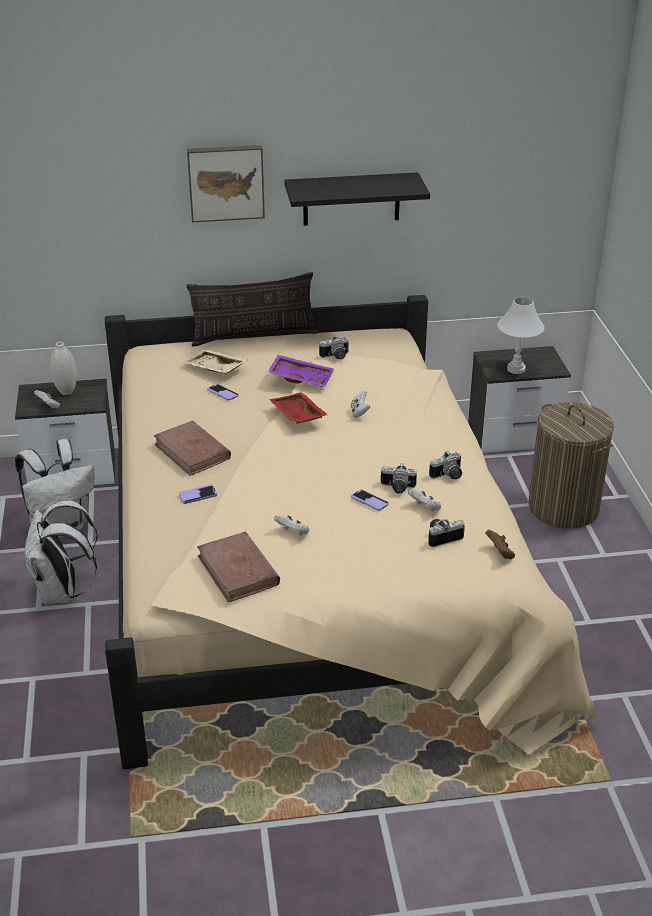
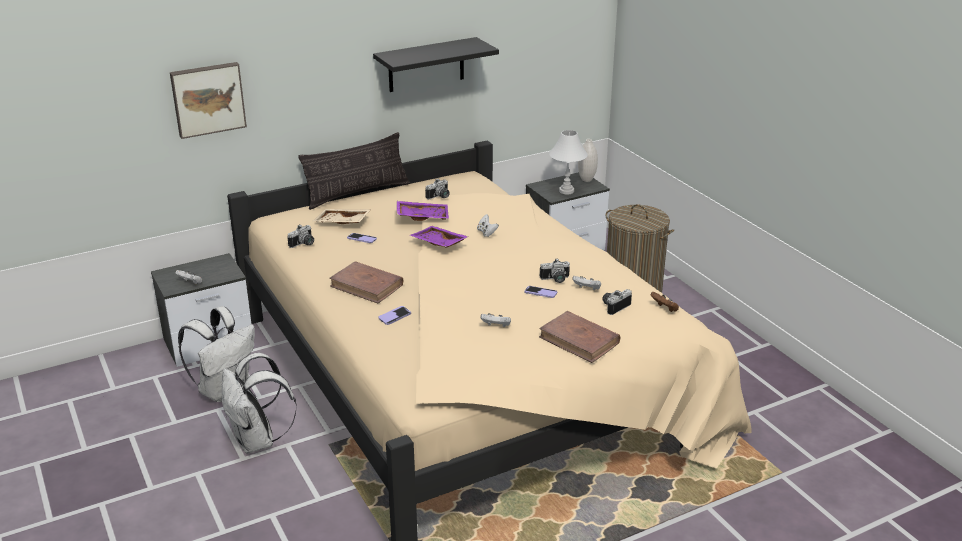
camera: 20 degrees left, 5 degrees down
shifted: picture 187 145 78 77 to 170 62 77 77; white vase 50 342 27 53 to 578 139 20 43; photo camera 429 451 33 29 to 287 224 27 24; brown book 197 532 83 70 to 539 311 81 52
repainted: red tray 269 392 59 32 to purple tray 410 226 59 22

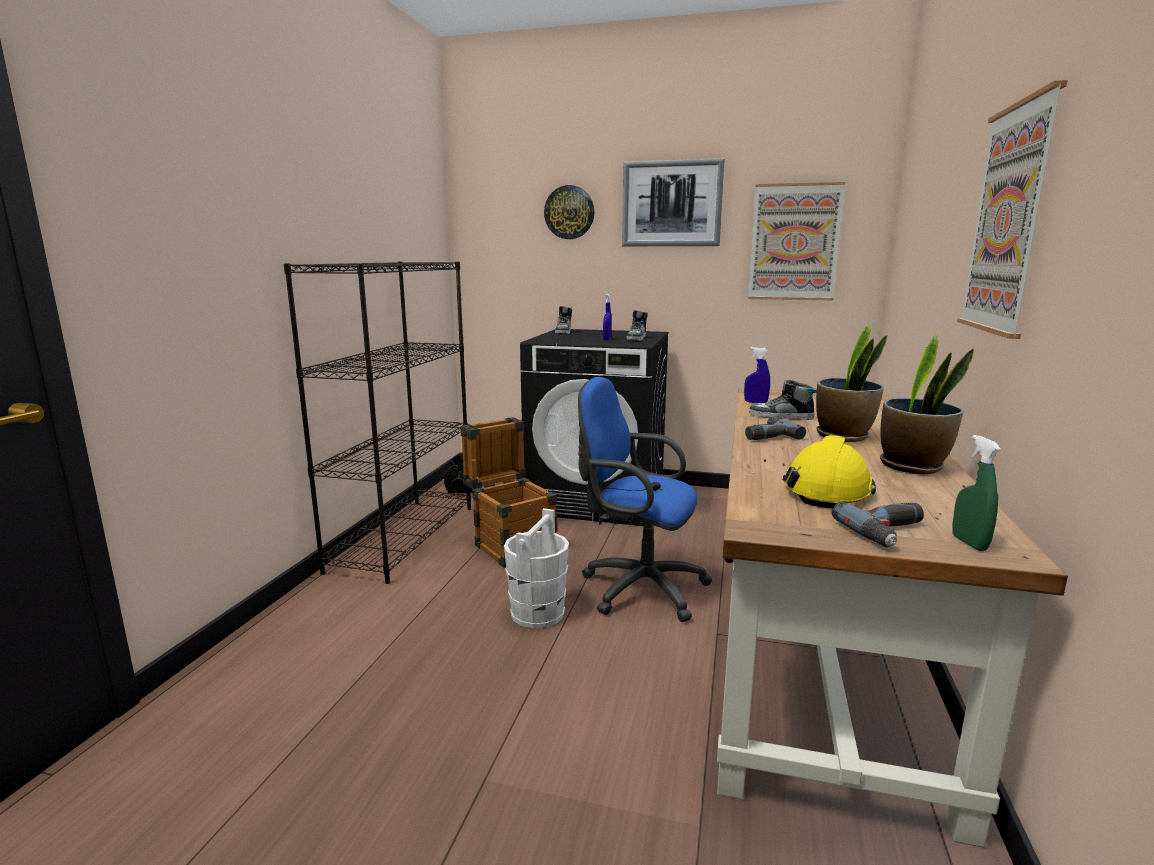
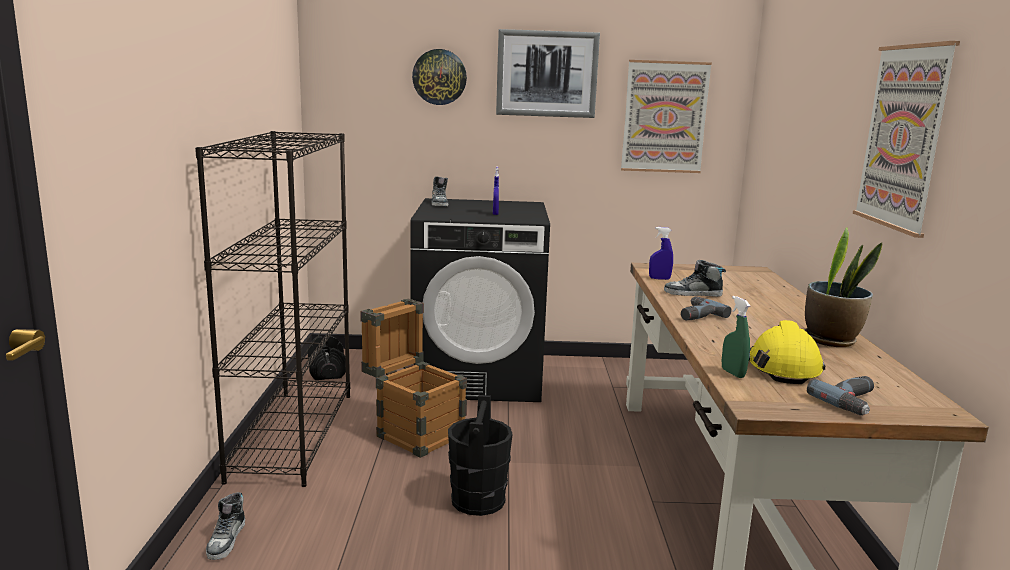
camera: 15 degrees left, 0 degrees up
gone: potted plant 816 323 71 119; blue office chair 578 377 134 245
shifted: shoe 627 310 21 31 to 206 492 39 68; green spray bottle 952 435 49 116 to 722 296 28 82
repainted: white bucket 504 508 65 120 to black bucket 448 395 65 121

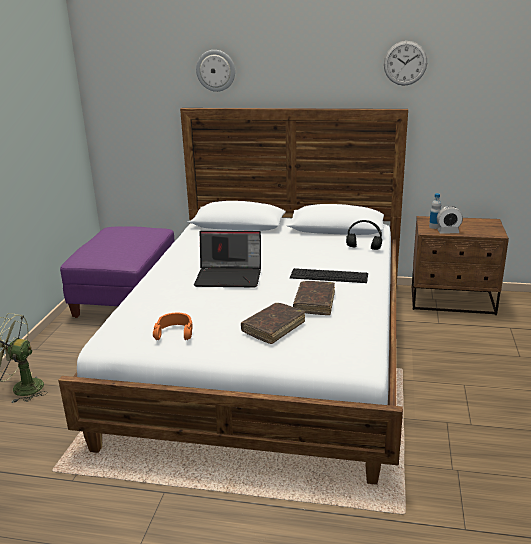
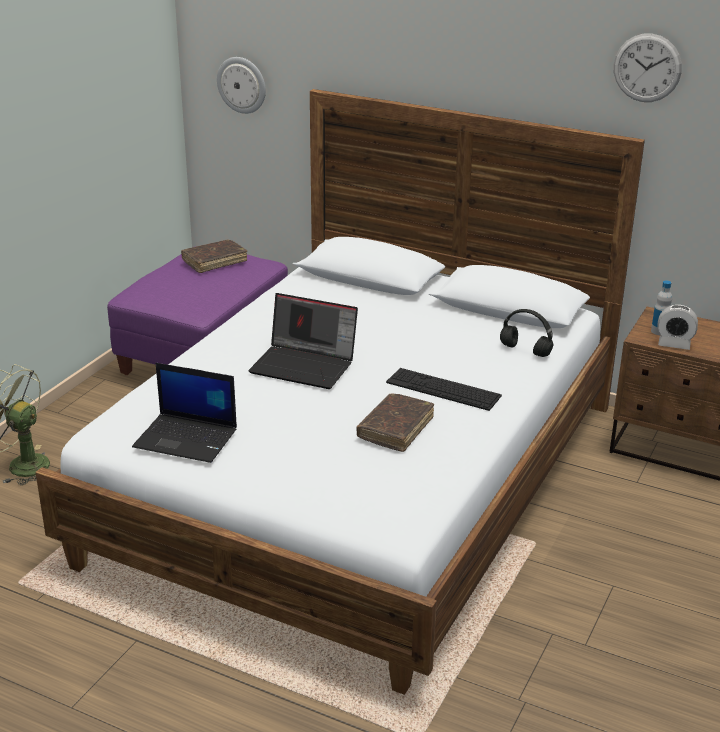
camera: 15 degrees right, 5 degrees up
shifted: wall clock 196 50 39 42 to 217 57 49 57; brown book 241 303 64 41 to 181 240 66 33
swapped: orange headphones 153 313 39 27 to laptop 132 363 105 100

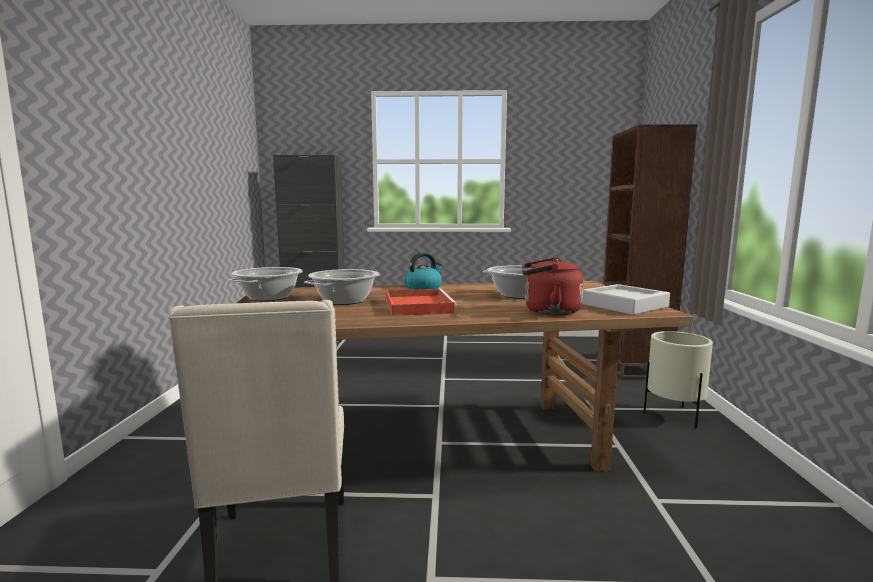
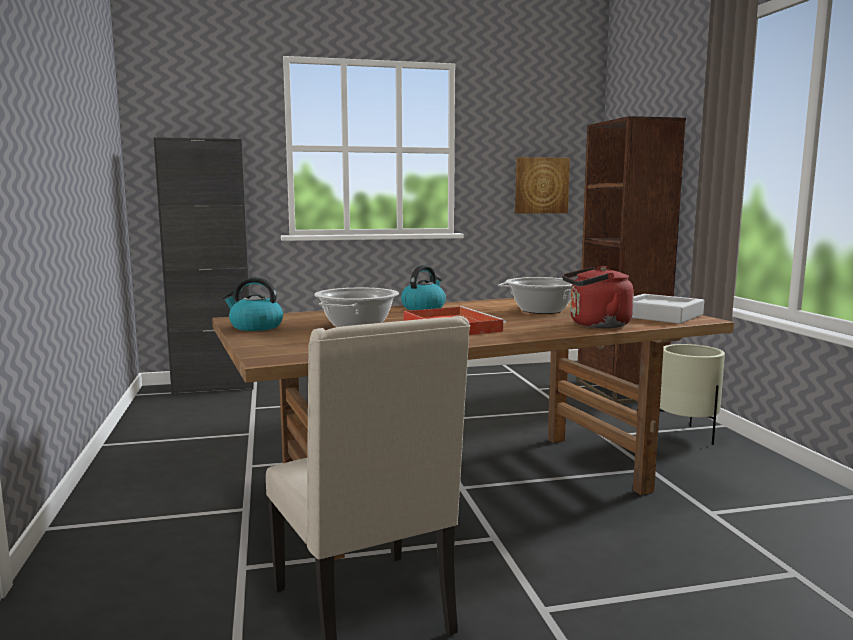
camera: 15 degrees left, 0 degrees up
new: picture 515 157 55 57
swapped: cooking pot 229 267 74 34 to kettle 223 277 60 54

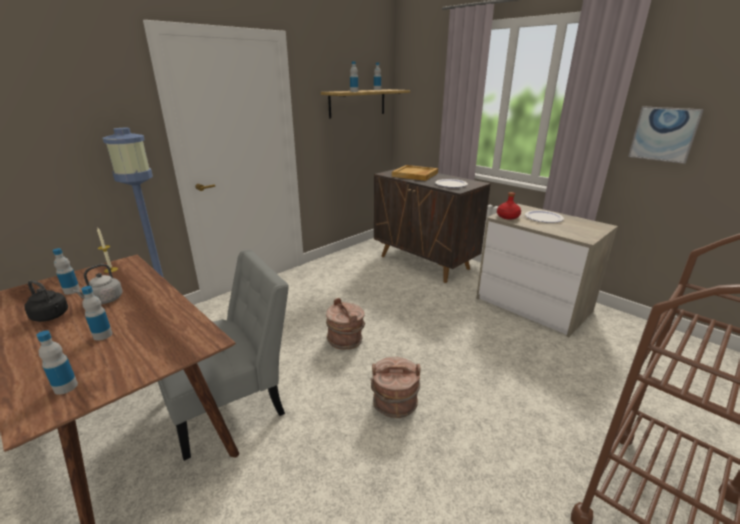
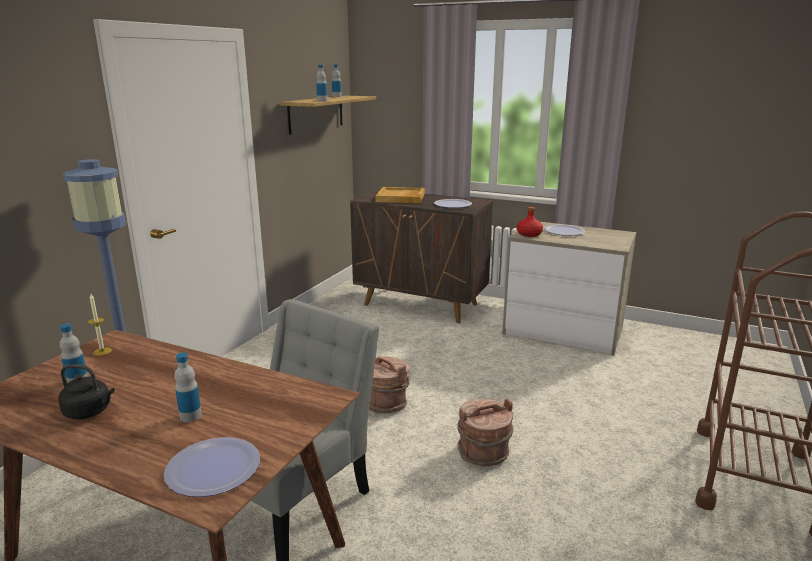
camera: 20 degrees left, 5 degrees down
gone: picture 628 106 76 58; grey kettle 72 264 51 40
swapped: bottle 36 330 42 65 to plate 164 437 96 60

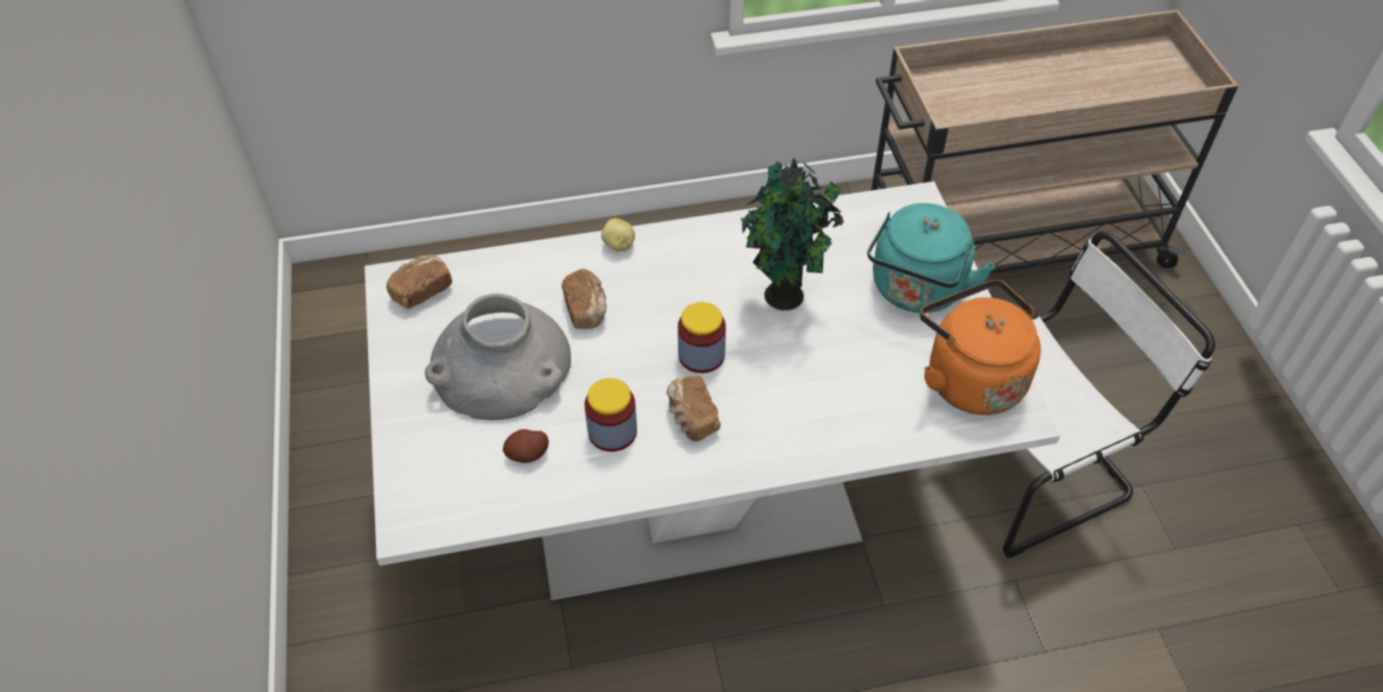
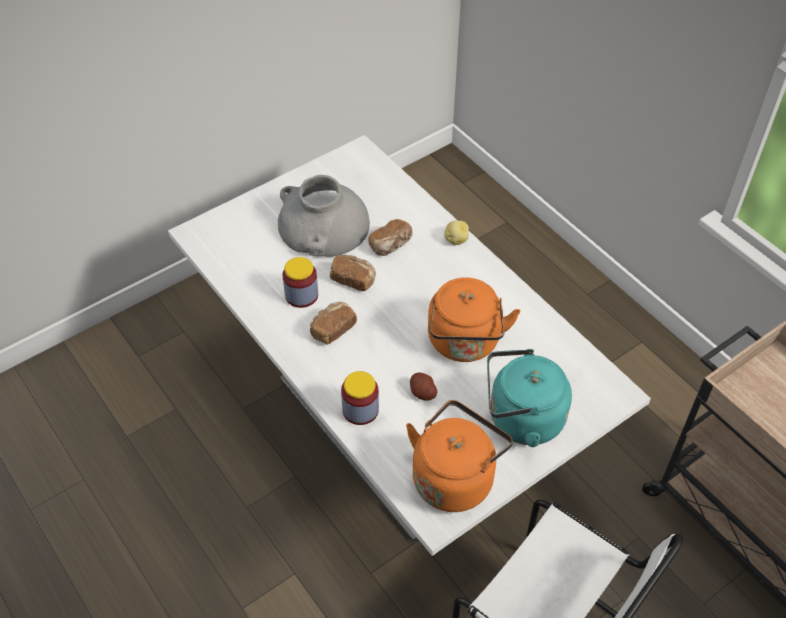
camera: 65 degrees right, 0 degrees up
shifted: bread 386 255 66 54 to 330 255 46 36; jar 678 302 48 71 to 341 371 38 54; potato 503 429 46 34 to 410 373 27 28
swapped: potted plant 741 158 103 152 to orange kettle 428 278 92 84

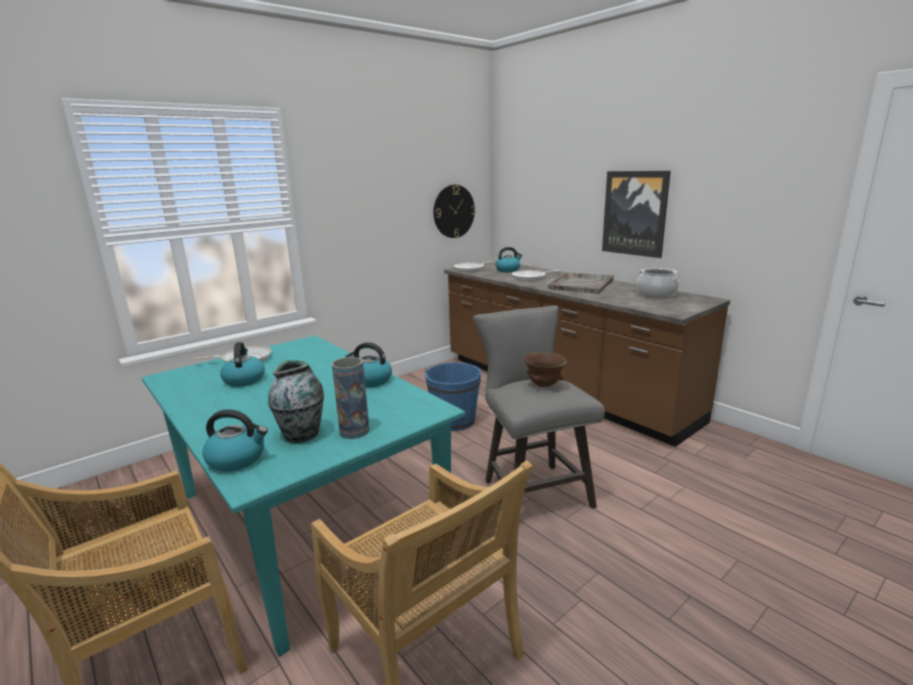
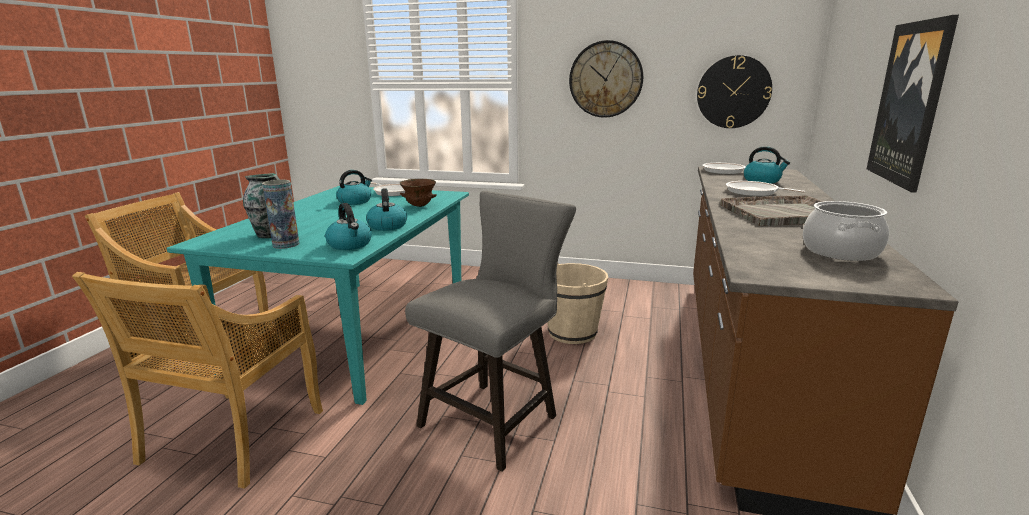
camera: 55 degrees right, 0 degrees up
new: wall clock 569 40 74 78
shifted: brown bowl 524 352 43 35 to 400 179 37 28; kettle 202 409 66 63 to 325 203 47 47
repainted: blue bucket 425 362 56 69 to beige bucket 547 263 61 81

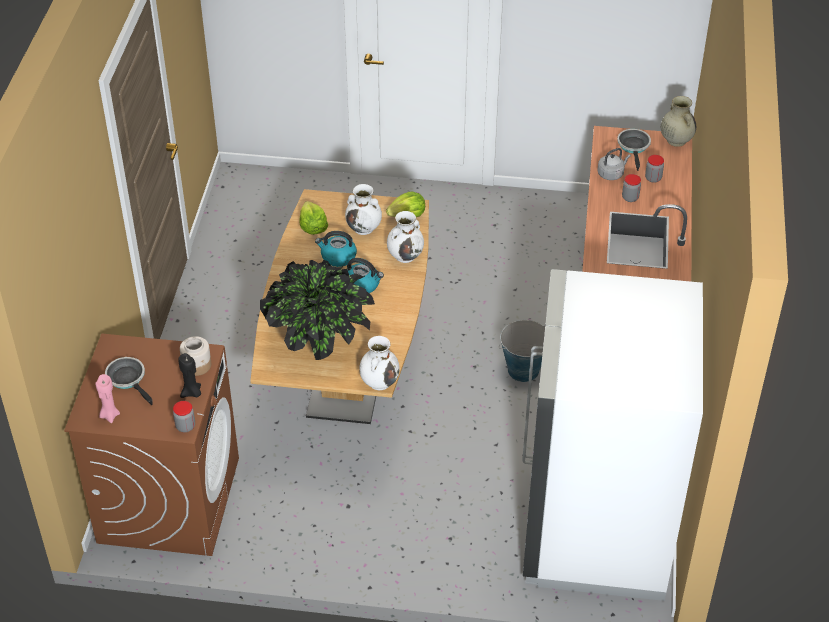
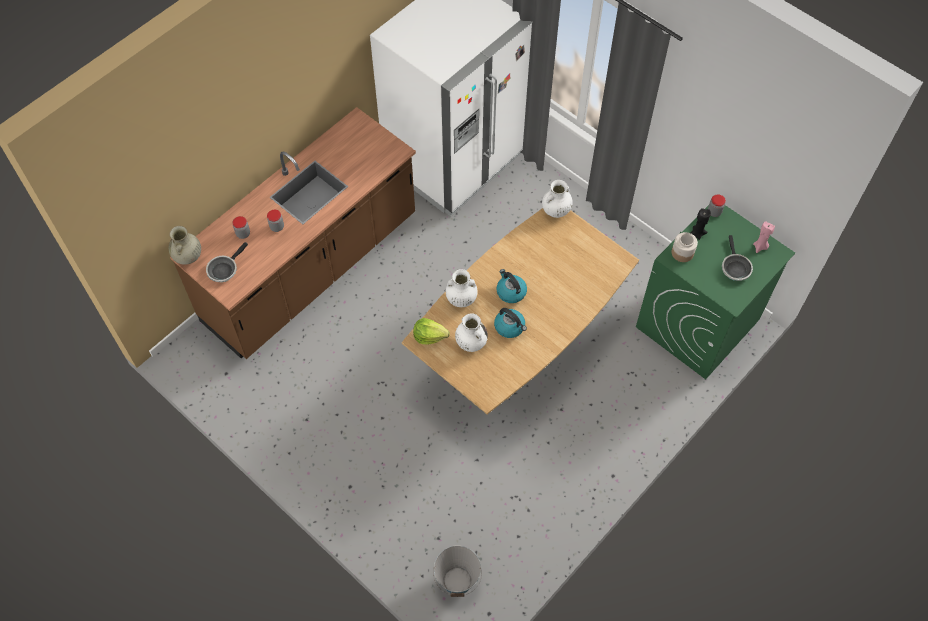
camera: 145 degrees left, 15 degrees up
gone: grey kettle 597 148 34 32; lettuce 299 201 29 34; potted plant 260 260 115 100
shifted: bucket 499 320 46 62 to 433 545 49 52
repainted: brown washing machine 64 333 175 223 to green washing machine 636 205 159 174

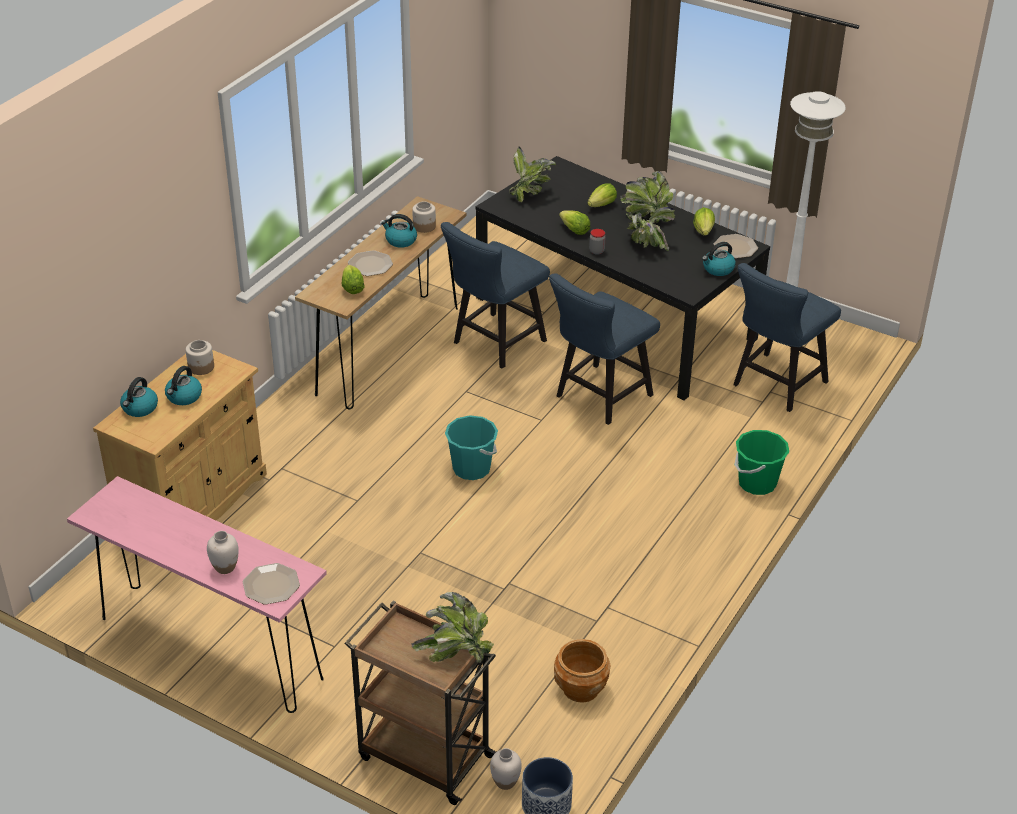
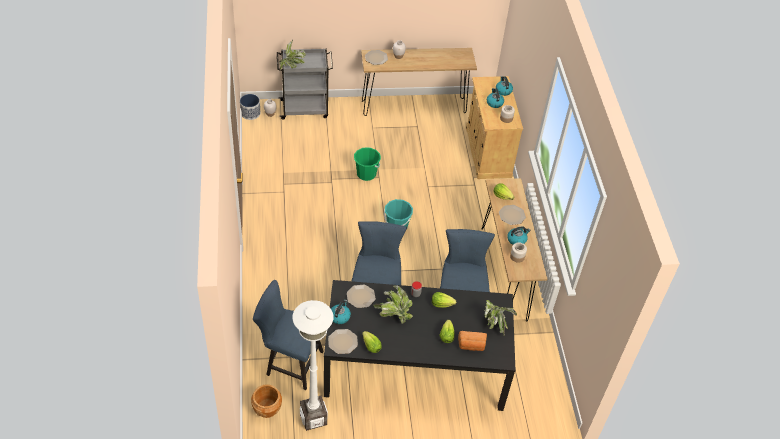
camera: 140 degrees right, 10 degrees up
gone: potted plant 620 171 54 52
new: plate 347 285 29 23; bread 458 331 29 20
shifted: green bucket 734 430 55 65 to 354 148 27 33; brown planter 554 639 56 63 to 251 384 31 34
repainted: pink console table 67 476 260 237 to brown console table 361 48 116 68; brown cart 344 601 152 204 to grey cart 277 49 56 71
rotated: blue chair 733 263 108 149 = 253 280 70 110 75 degrees counterclockwise

